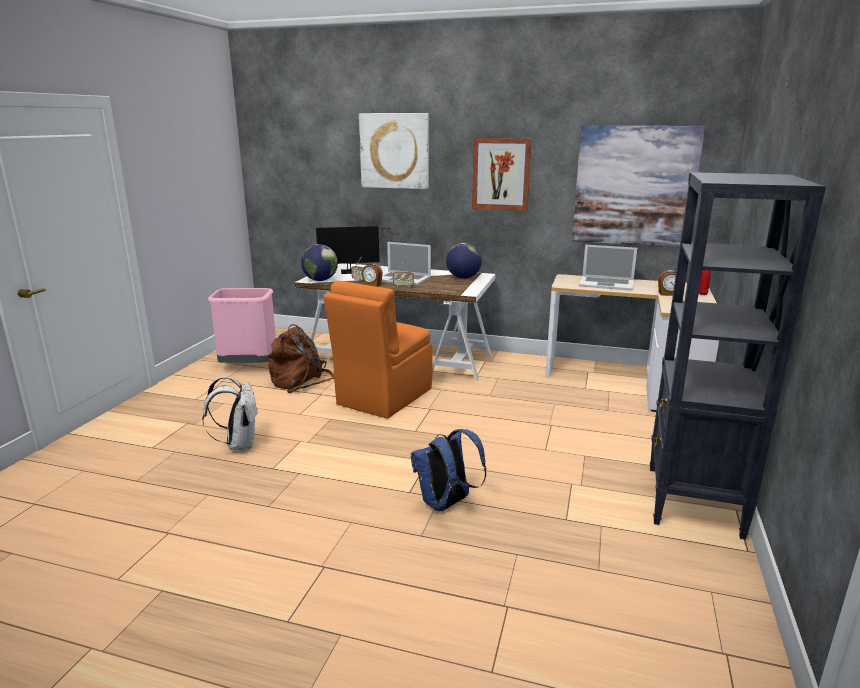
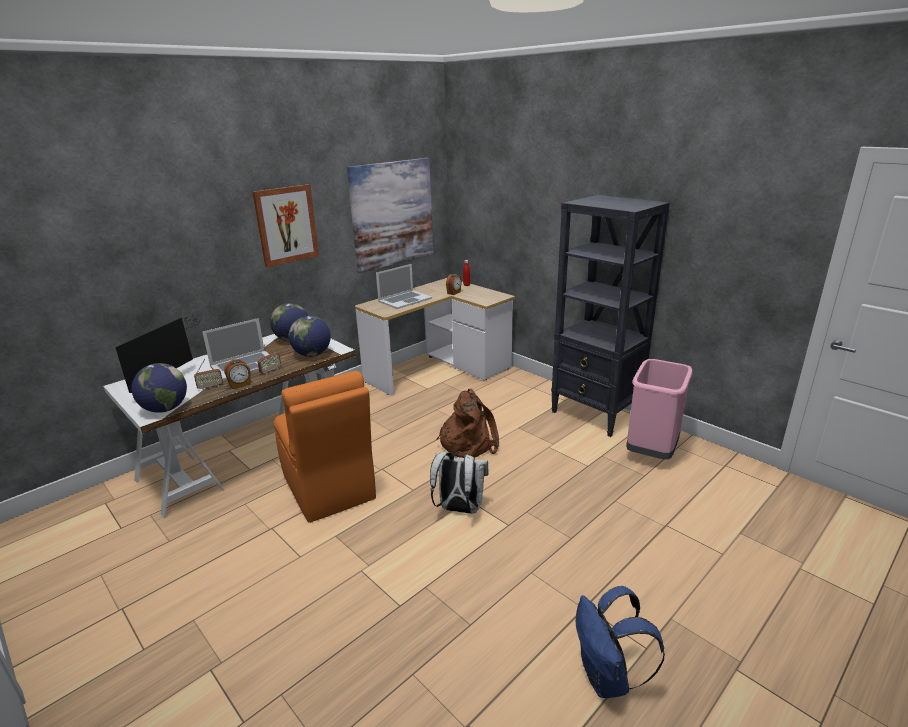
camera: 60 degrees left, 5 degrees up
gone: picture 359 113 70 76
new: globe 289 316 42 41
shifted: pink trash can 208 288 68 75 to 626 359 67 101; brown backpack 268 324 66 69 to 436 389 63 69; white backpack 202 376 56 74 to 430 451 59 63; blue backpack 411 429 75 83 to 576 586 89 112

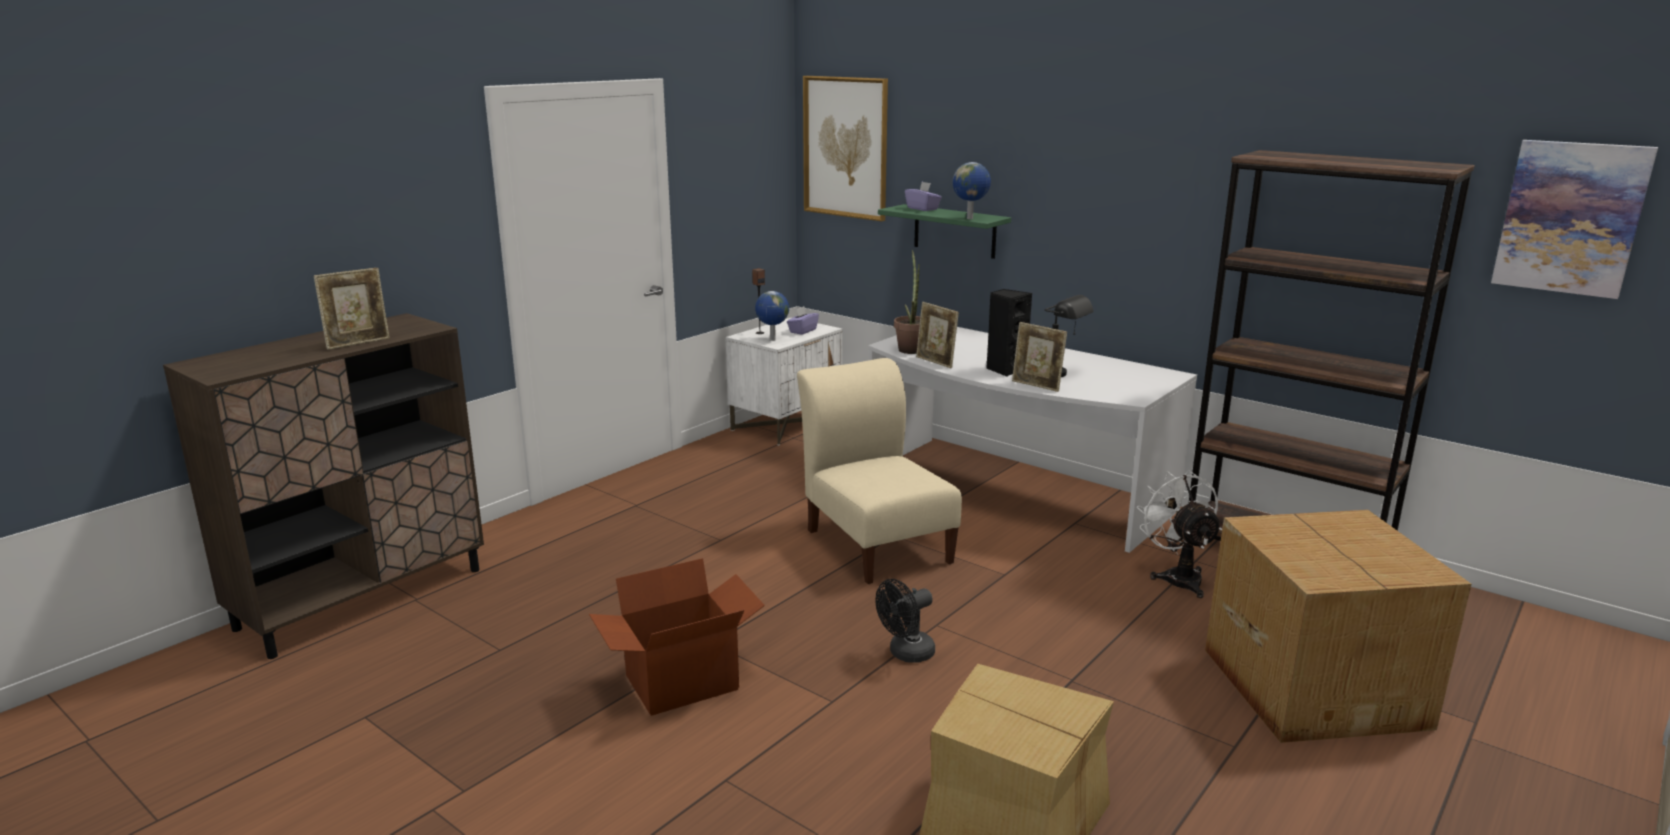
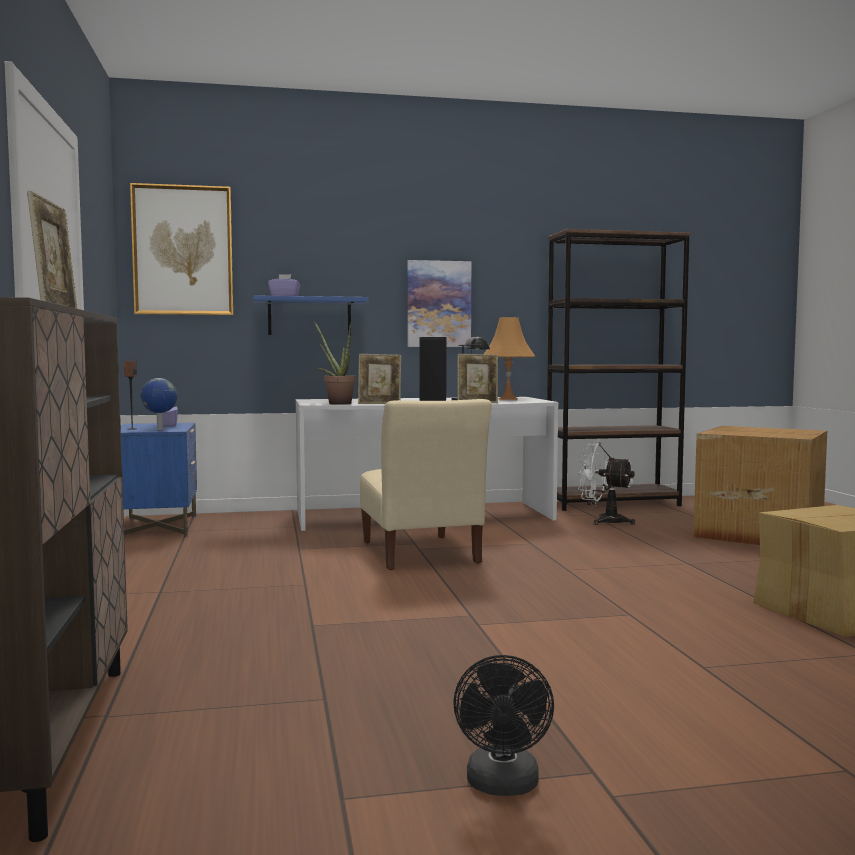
camera: 50 degrees left, 15 degrees down
gone: globe 952 162 39 57; cardboard box 589 558 176 158
new: orange table lamp 484 317 51 83
shifted: picture 1491 140 167 159 to 407 260 64 87; black fan 875 579 60 84 to 453 655 101 141
repainted: green shelf 878 204 133 55 to blue shelf 253 295 116 40; white nightstand 725 317 118 128 to blue nightstand 121 423 76 114
rotated: beige chair 797 358 165 226 = 360 399 132 171 120 degrees counterclockwise

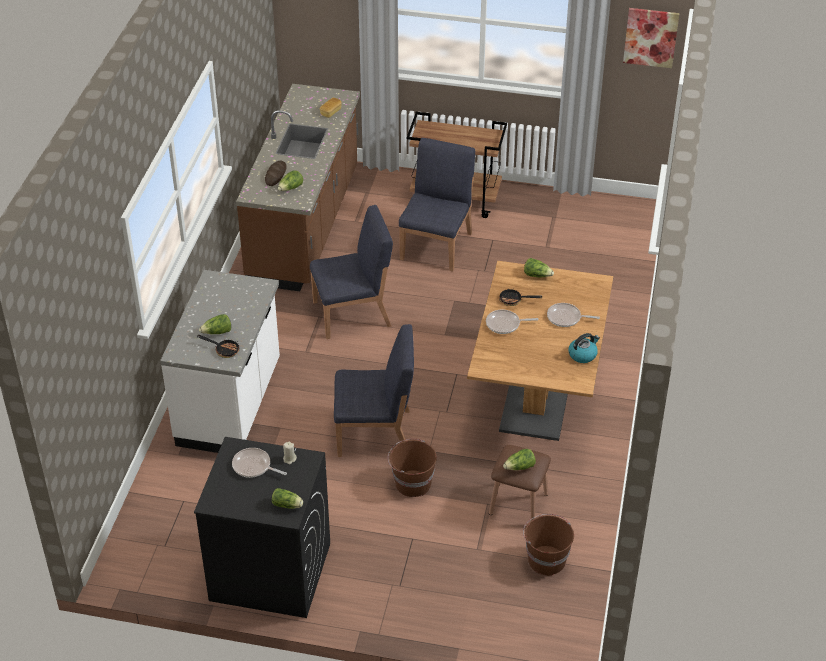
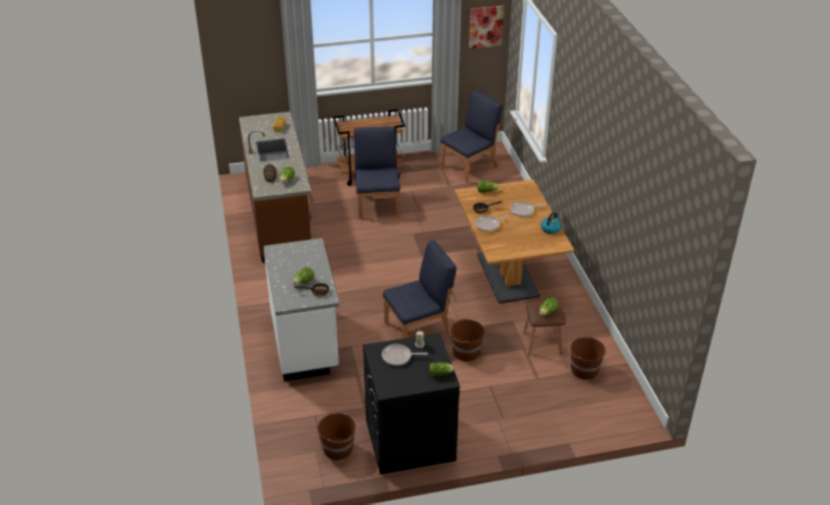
camera: 25 degrees left, 5 degrees down
new: brown bucket 318 413 40 47
shifted: blue chair 310 205 83 134 to 441 90 62 93

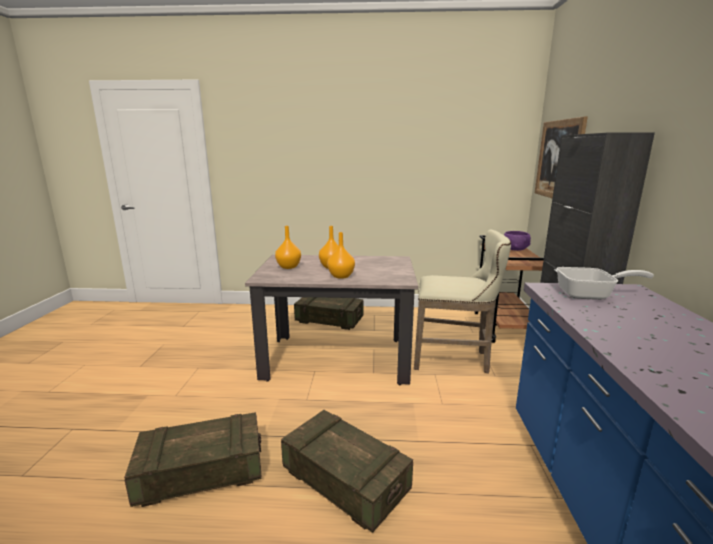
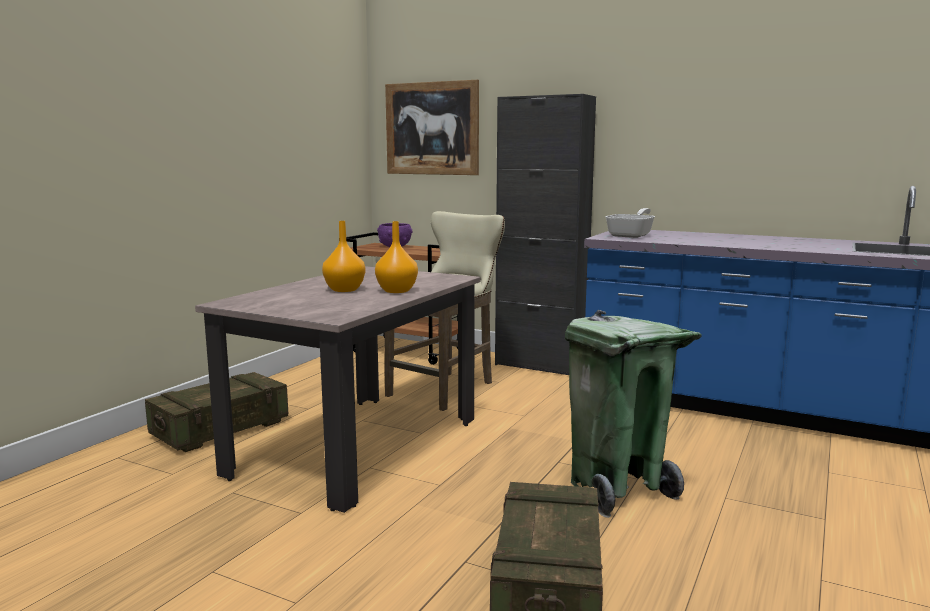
camera: 65 degrees left, 5 degrees down
gone: orange vase 275 226 26 43
swapped: crate 281 410 132 123 to green trash can 565 310 137 208

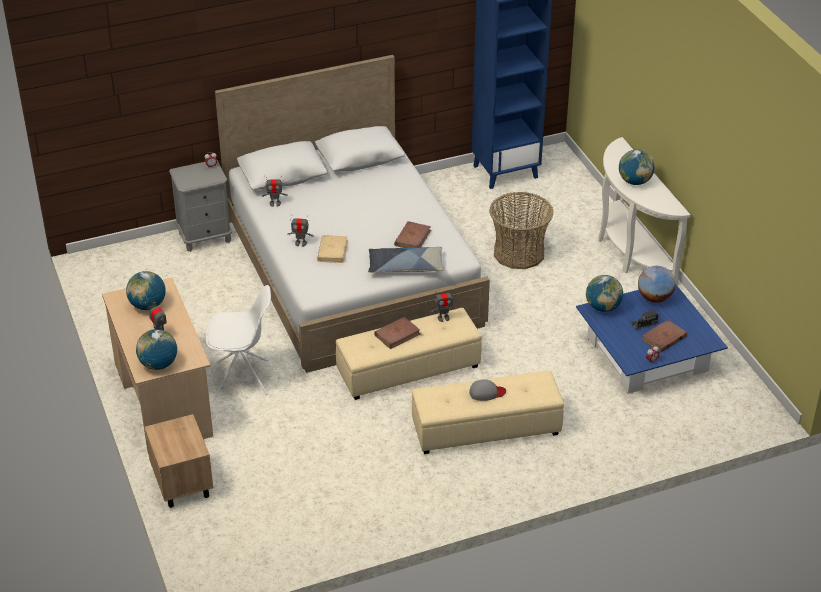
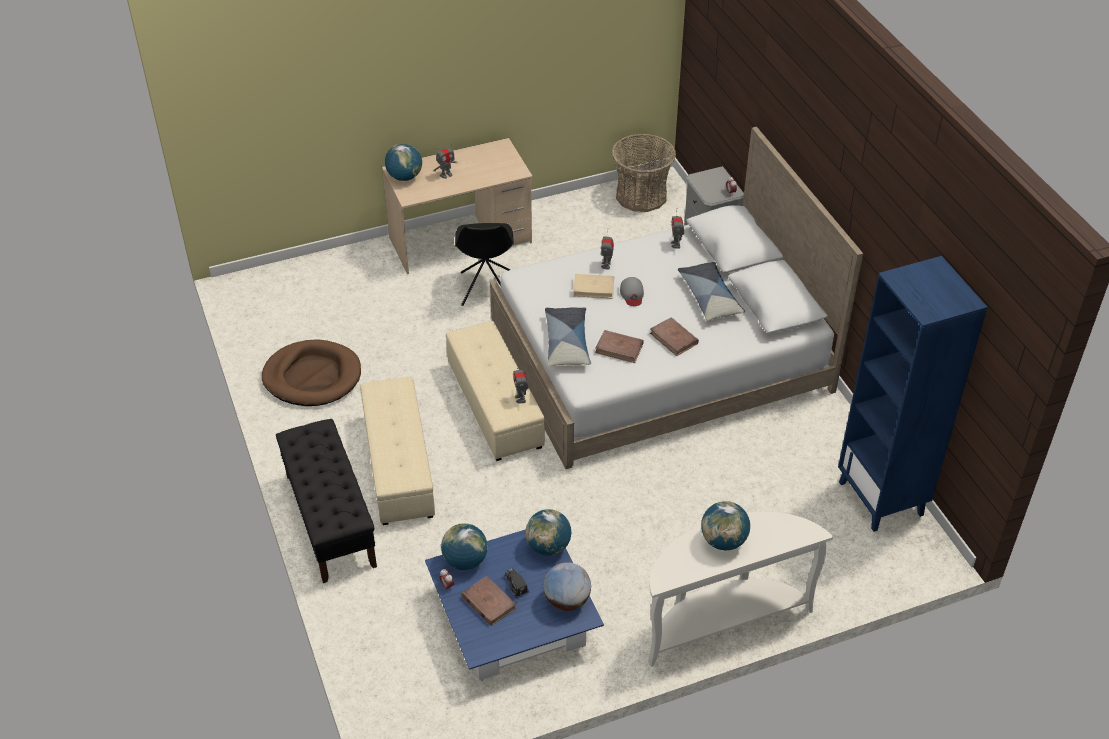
camera: 90 degrees right, 5 degrees up
gone: beige nightstand 145 414 68 94
new: pillow 678 262 67 59; brown dog bed 262 339 99 67; black bench 276 419 101 164
shifted: basket 489 192 65 77 to 612 134 64 78; globe 126 271 40 39 to 441 523 47 47; brown book 374 317 47 32 to 650 317 49 39; grey cap 469 379 37 22 to 620 277 24 29
repainted: white chair 206 285 65 112 to black chair 455 223 59 83

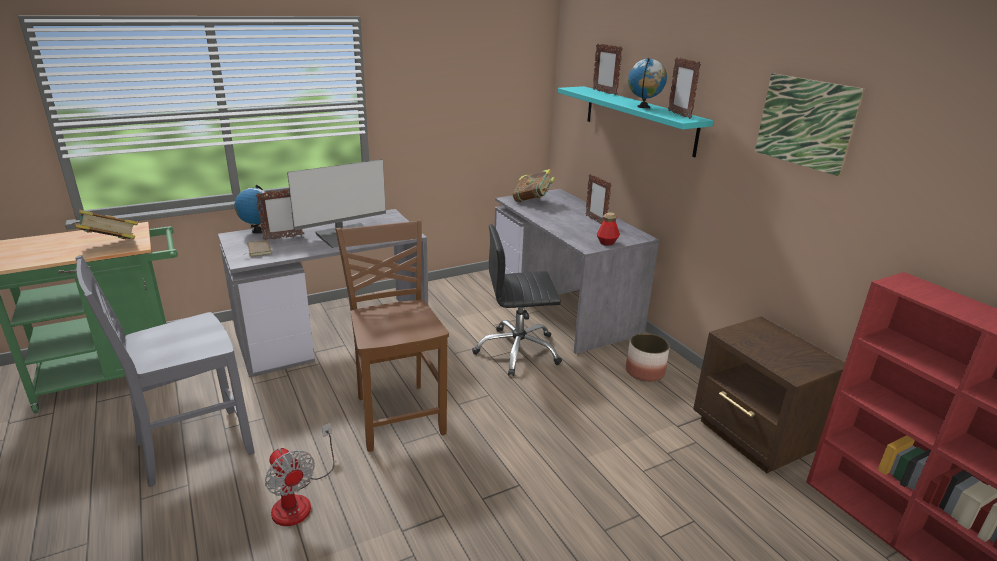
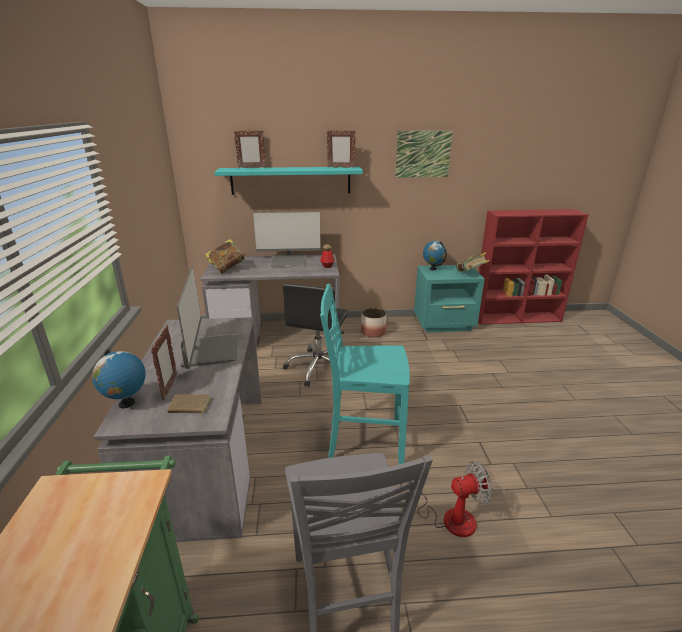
camera: 65 degrees left, 0 degrees up
shifted: globe 628 58 39 50 to 423 241 24 29; book 72 210 66 29 to 456 252 33 20
swapped: picture frame 585 174 26 50 to monitor 253 212 68 54
repainted: brown chair 336 220 113 232 to turquoise chair 320 284 90 180; brown nightstand 693 317 152 156 to turquoise nightstand 414 265 71 67

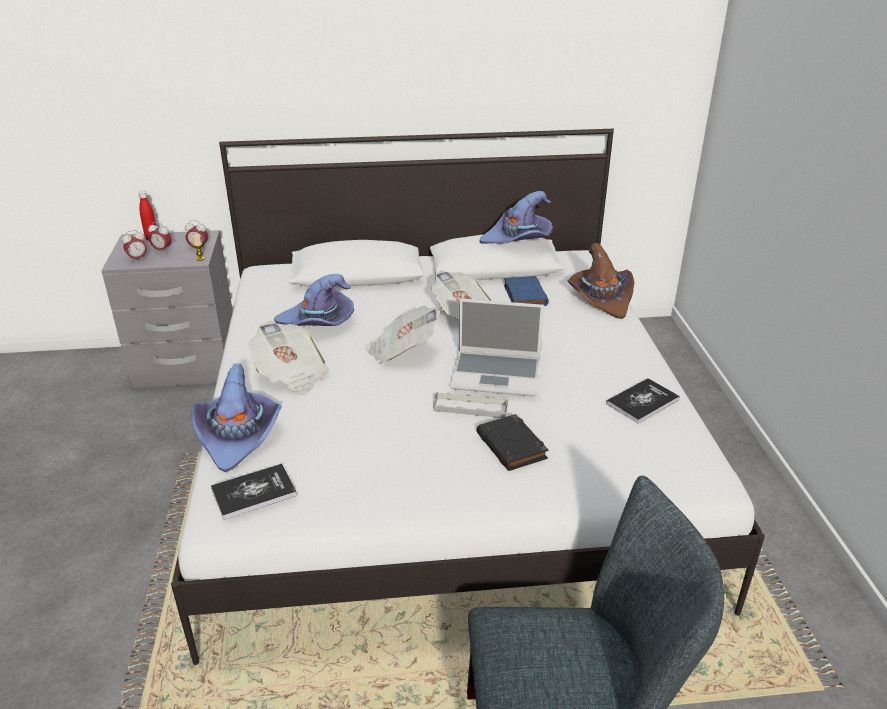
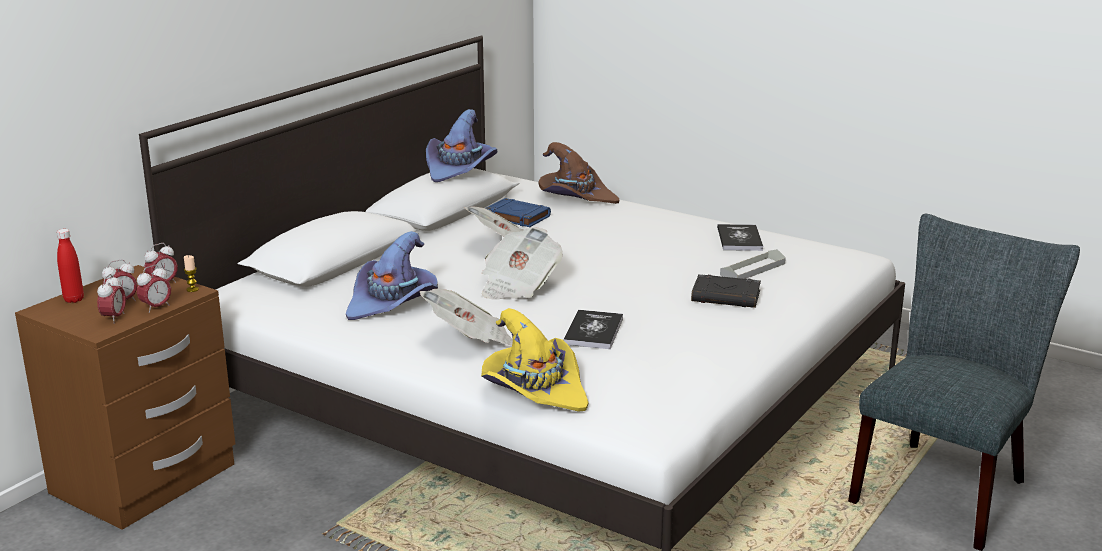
camera: 50 degrees left, 10 degrees down
gone: laptop 450 298 94 98
new: alarm clock 137 265 34 48
shifted: grey tray 433 392 75 26 to 720 249 66 30; book 211 464 86 56 to 563 310 60 39
repainted: grey nightstand 101 230 132 158 to brown nightstand 15 265 220 265; purple hat 192 364 90 108 to yellow hat 481 308 107 104

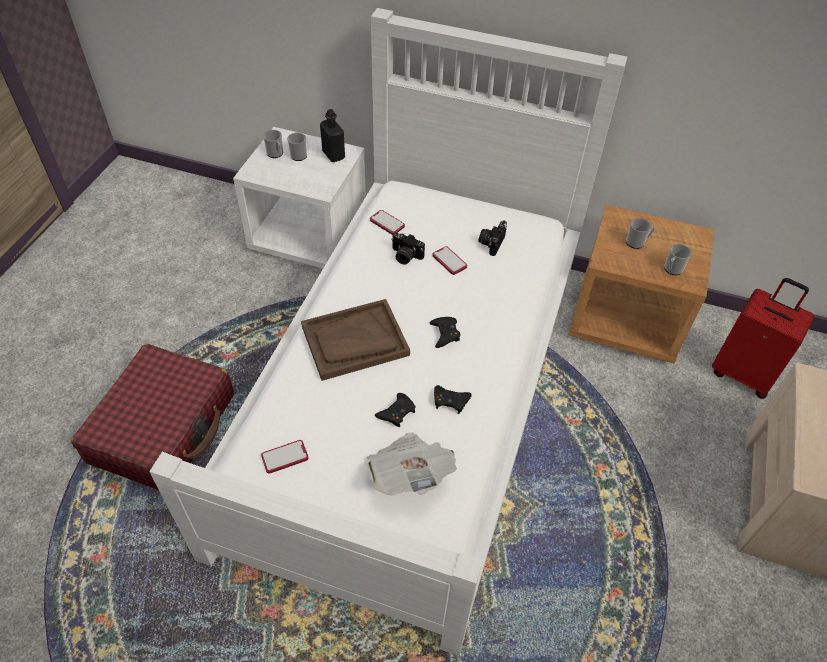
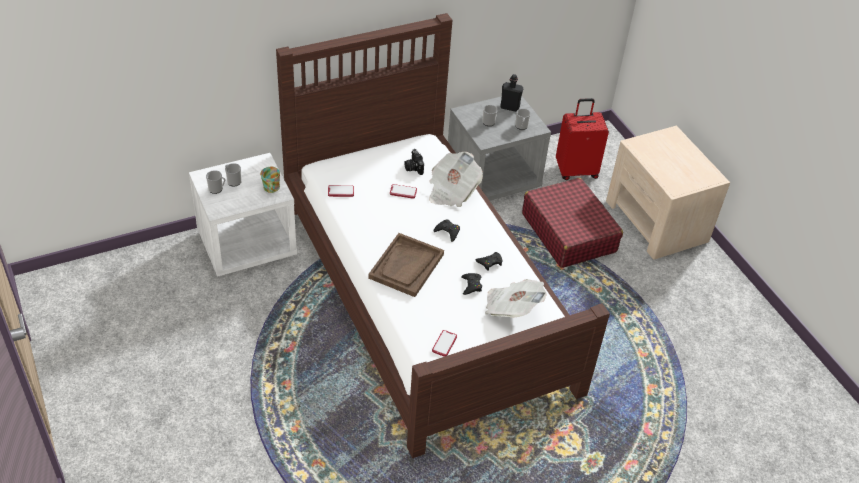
camera: 45 degrees left, 5 degrees down
gone: photo camera 391 232 34 33
new: newspaper 429 152 54 55; mug 260 167 20 26
shifted: black bottle 320 109 25 53 to 500 74 23 38; red suitcase 71 344 163 146 to 522 178 101 90
repainted: white bed 149 8 478 648 to brown bed 276 13 334 445; brown nightstand 569 205 146 158 to grey nightstand 448 96 103 105

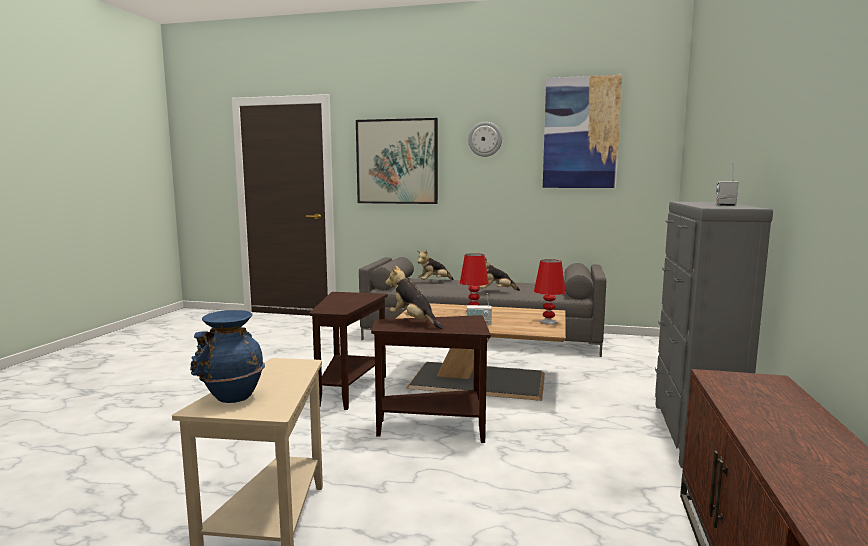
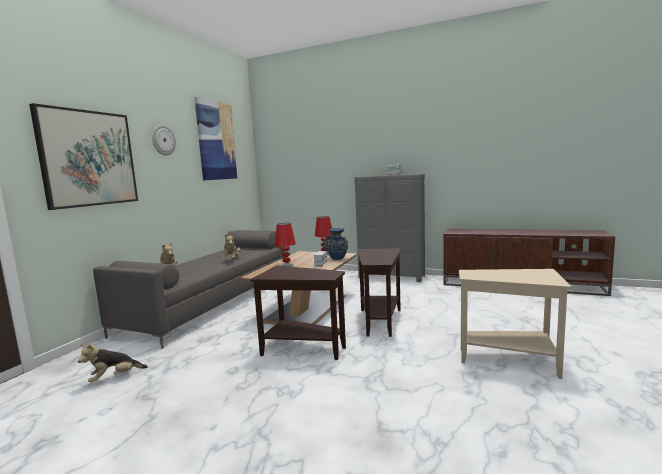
camera: 80 degrees left, 0 degrees up
shifted: plush toy 385 266 58 63 to 78 344 70 38; blue vase 190 310 75 93 to 323 228 25 32

